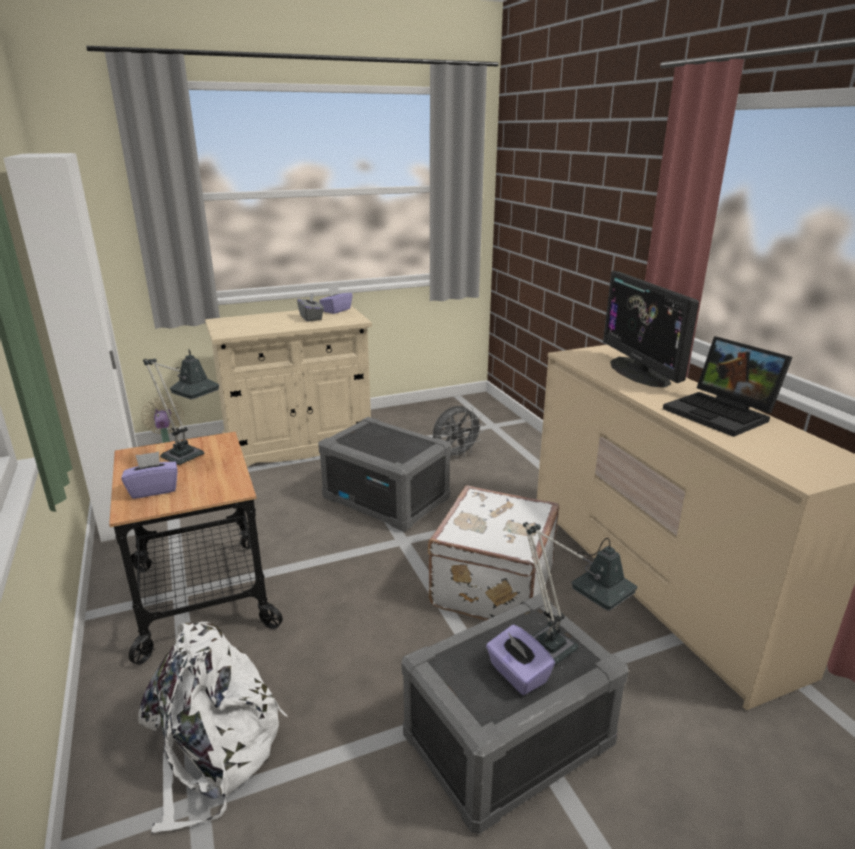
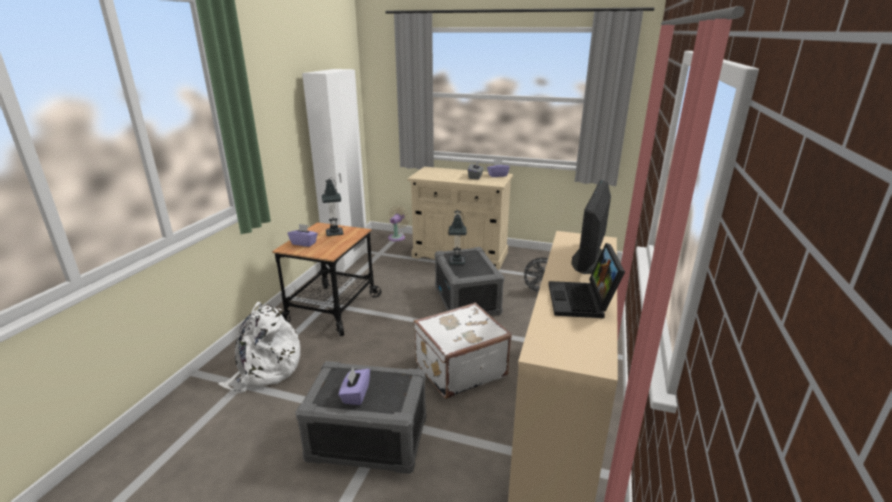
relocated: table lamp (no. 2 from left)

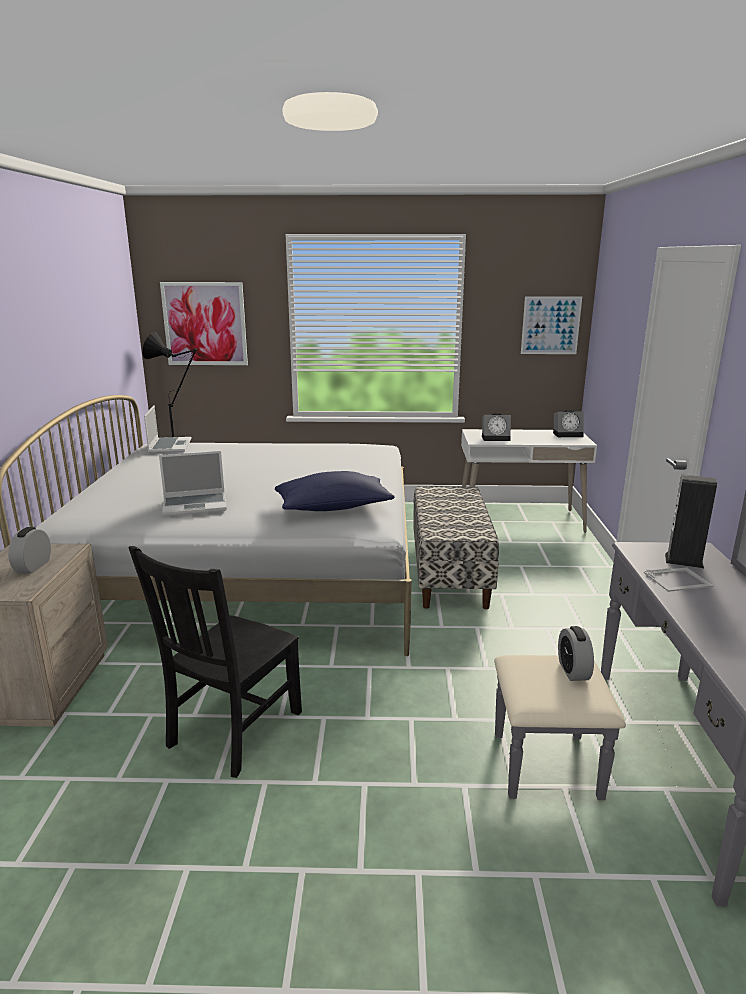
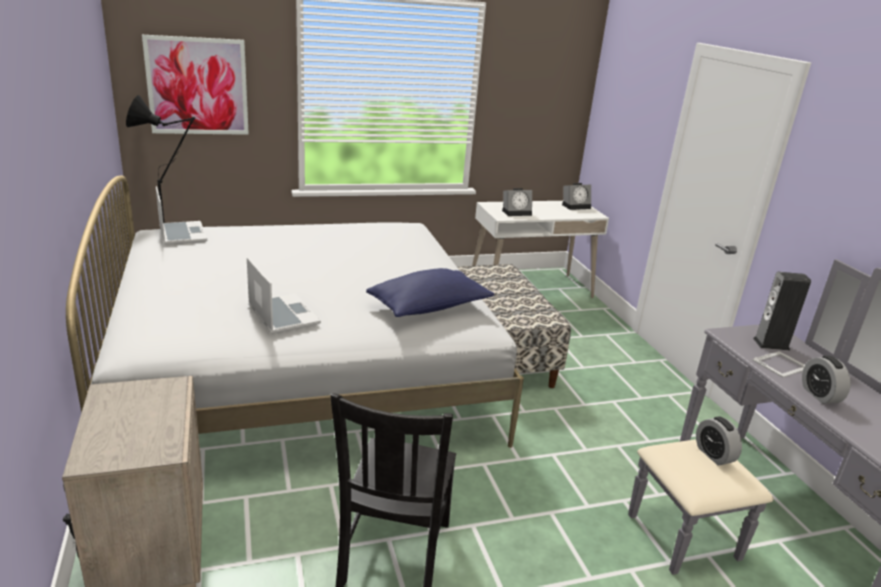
missing: wall picture (no. 2 from left)
relocated: bedside clock (no. 1 from left in the first image) to bedside clock (no. 4 from left)
spun: portable computer (no. 2 from left) 90 degrees counterclockwise

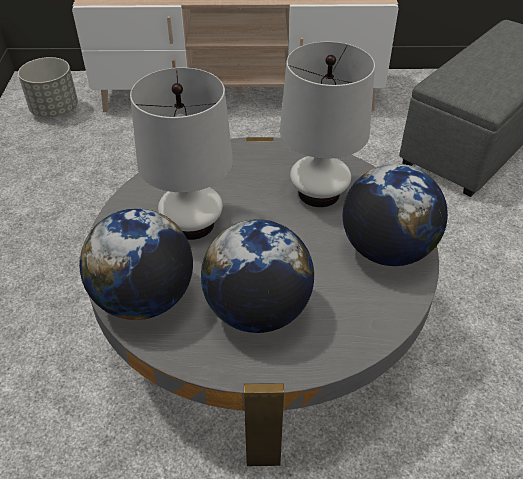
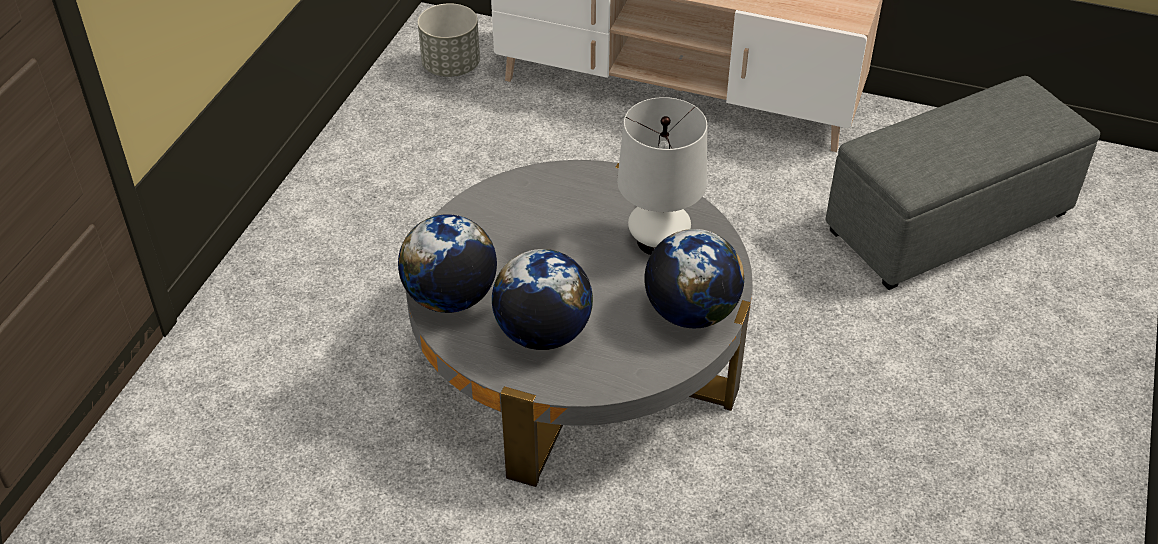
missing: whitish table lamp (no. 1 from left)

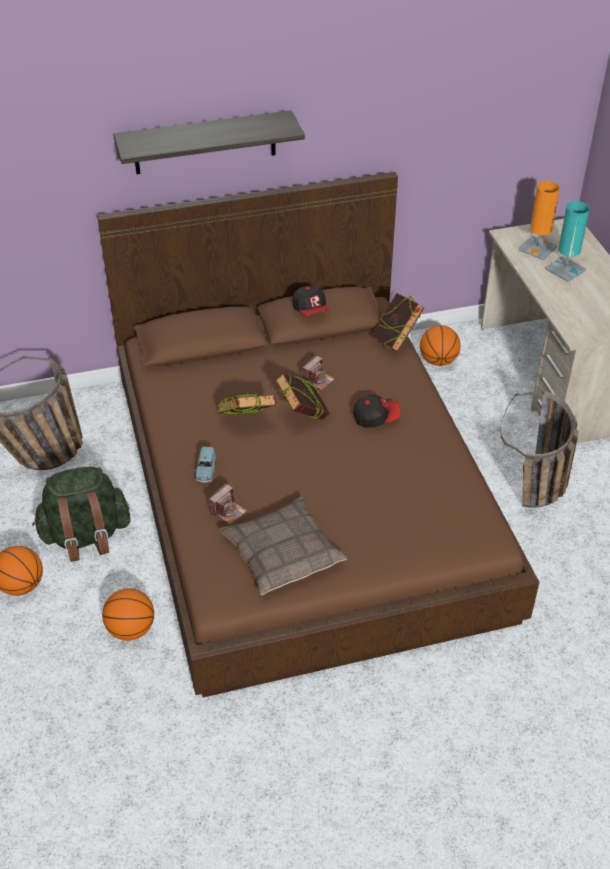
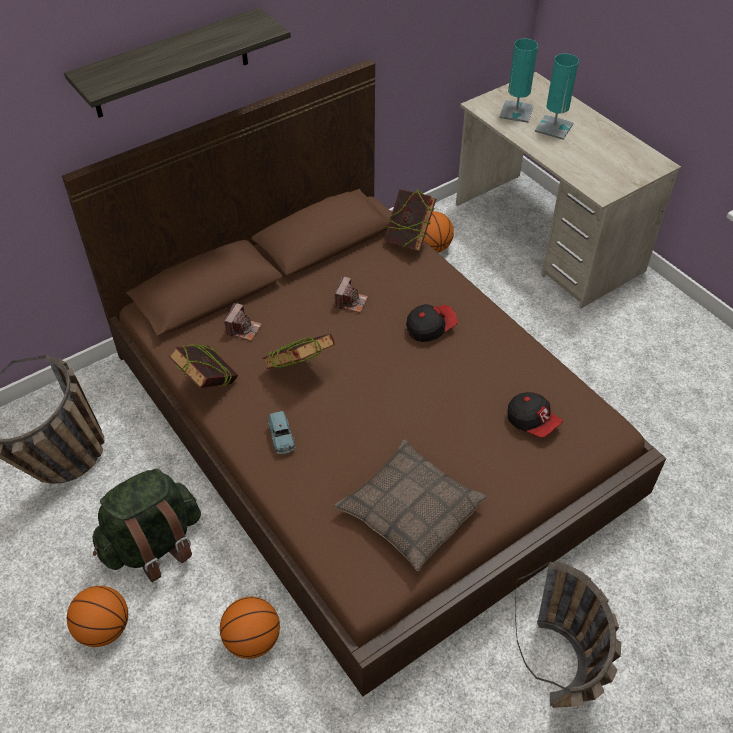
relocated: cap (no. 1 from left in the first image) to cap (no. 2 from left); volume (no. 2 from left in the first image) to volume (no. 1 from left); storage basket (no. 2 from left); still camera (no. 1 from left)
colour: orange-coloured table lamp to turquoise-coloured table lamp (no. 1 from left)

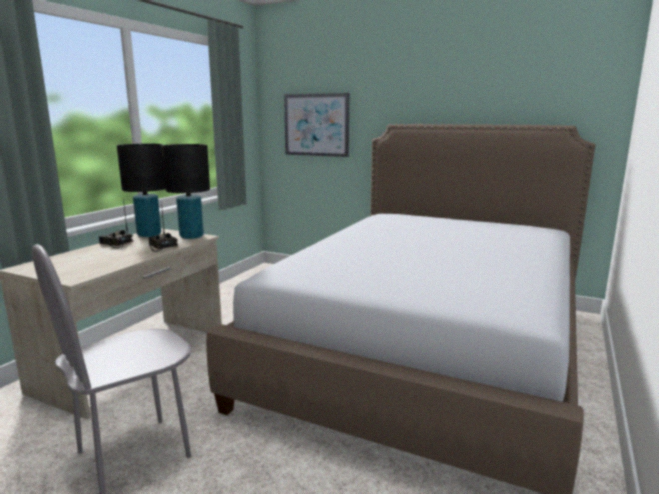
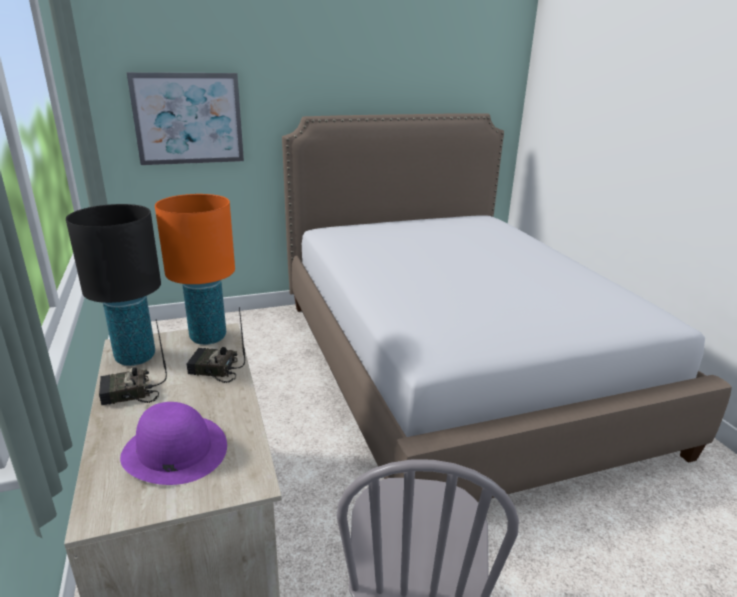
appeared: purple-coloured hat
colour: black-coloured table lamp (no. 2 from left) to orange-coloured table lamp

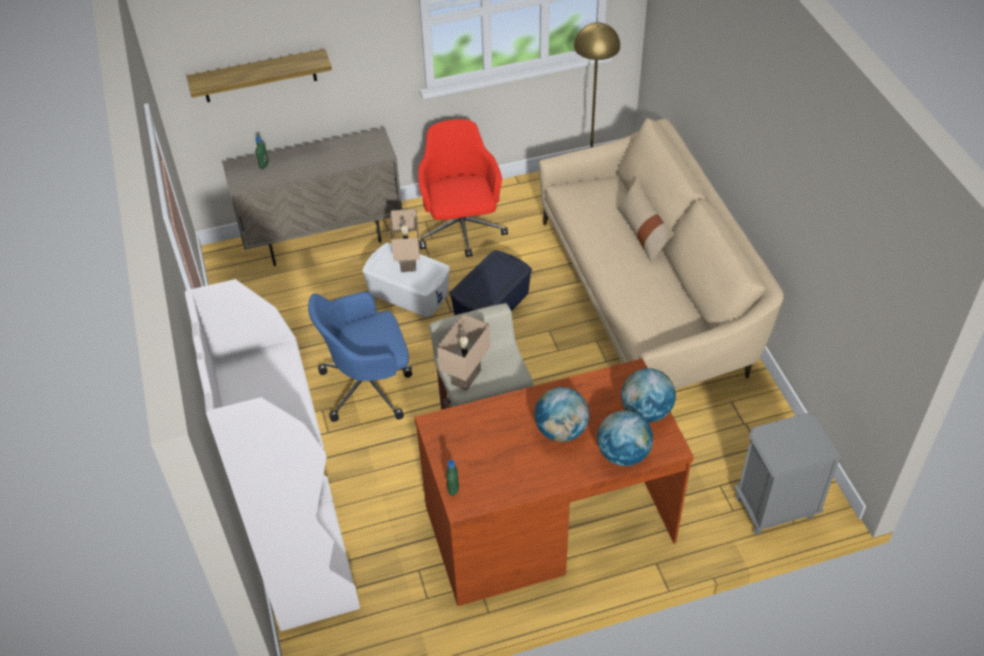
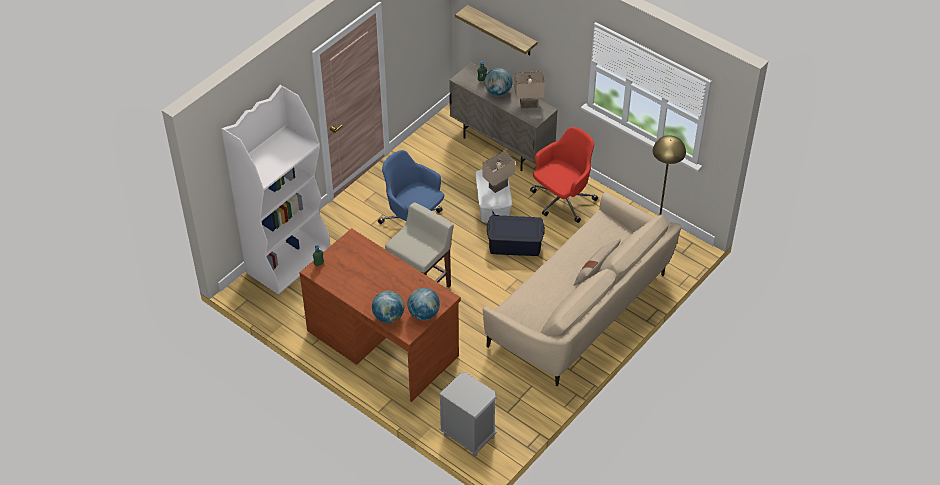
relocated: beige table lamp (no. 2 from left); desk globe (no. 1 from left in the first image) to desk globe (no. 3 from left)

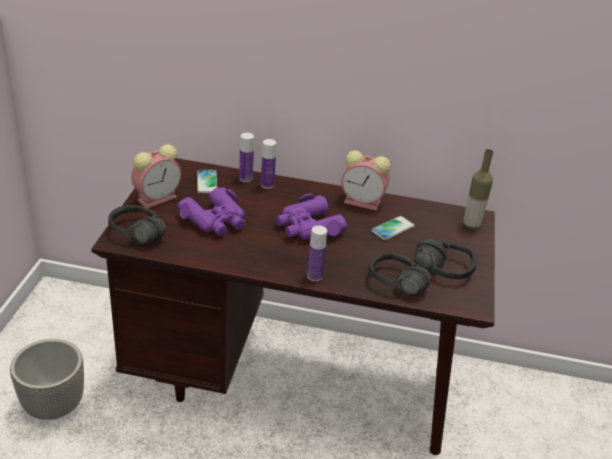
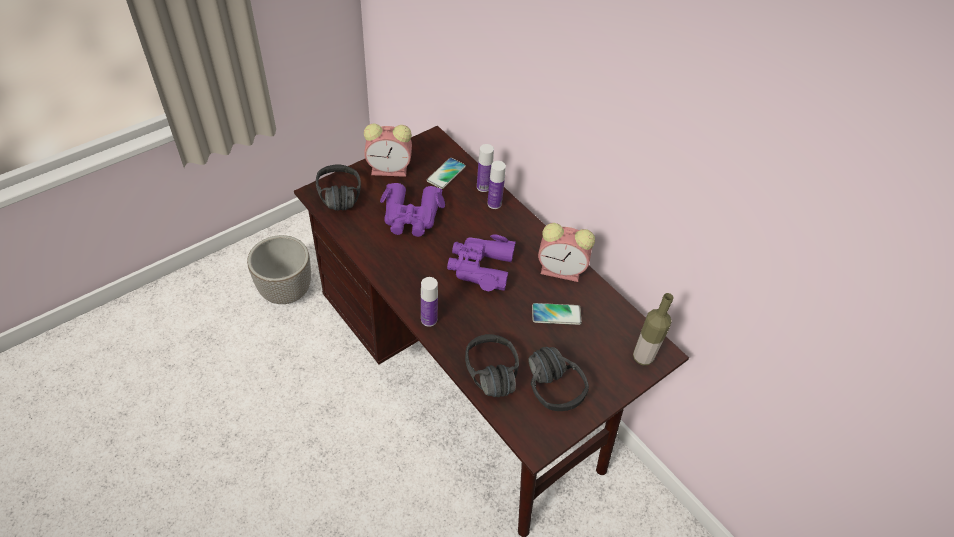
spun: bedside clock (no. 2 from left) 45 degrees counterclockwise

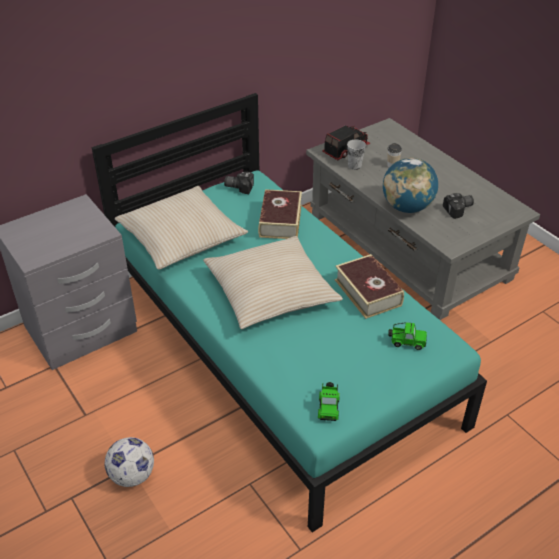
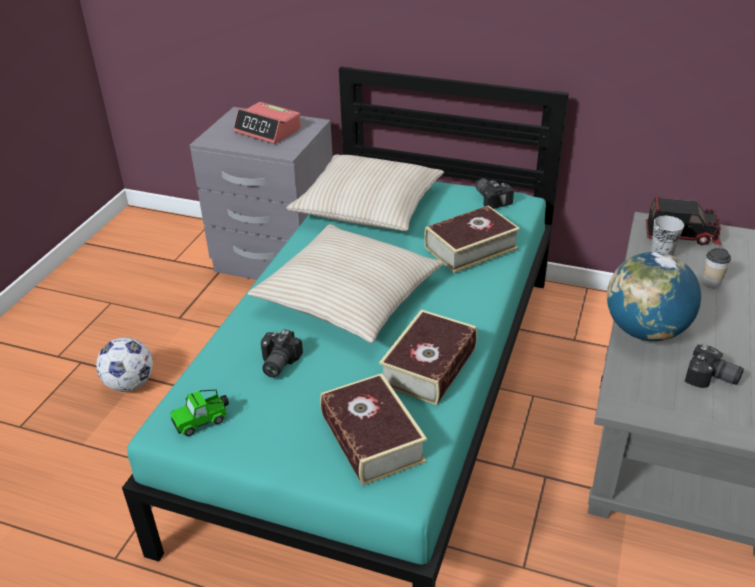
appeared: bedside clock; still camera (no. 1 from left)
exchanged: toy car (no. 2 from left) to volume (no. 1 from left)

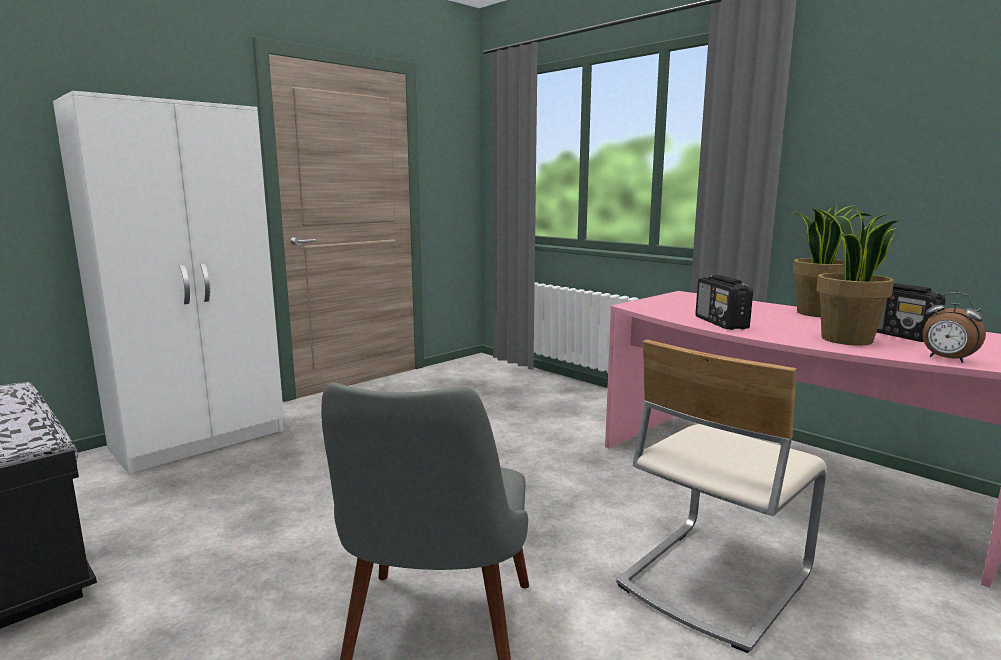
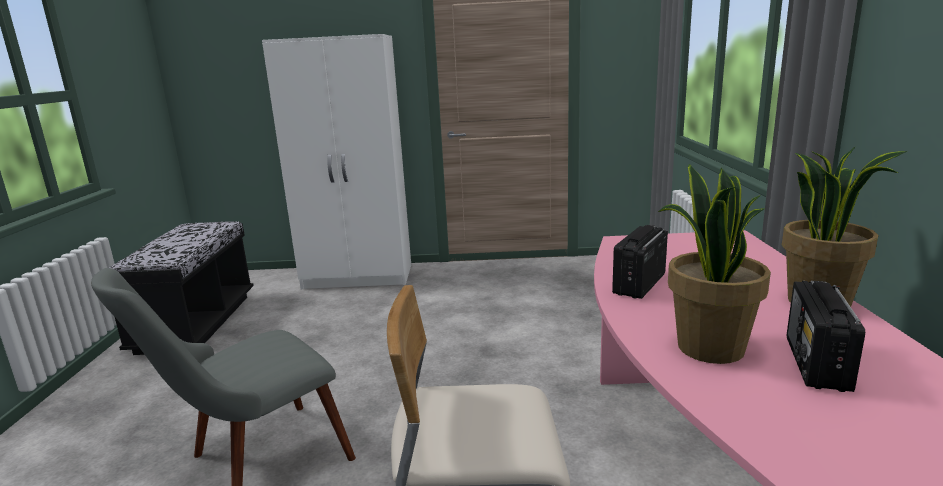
missing: bedside clock

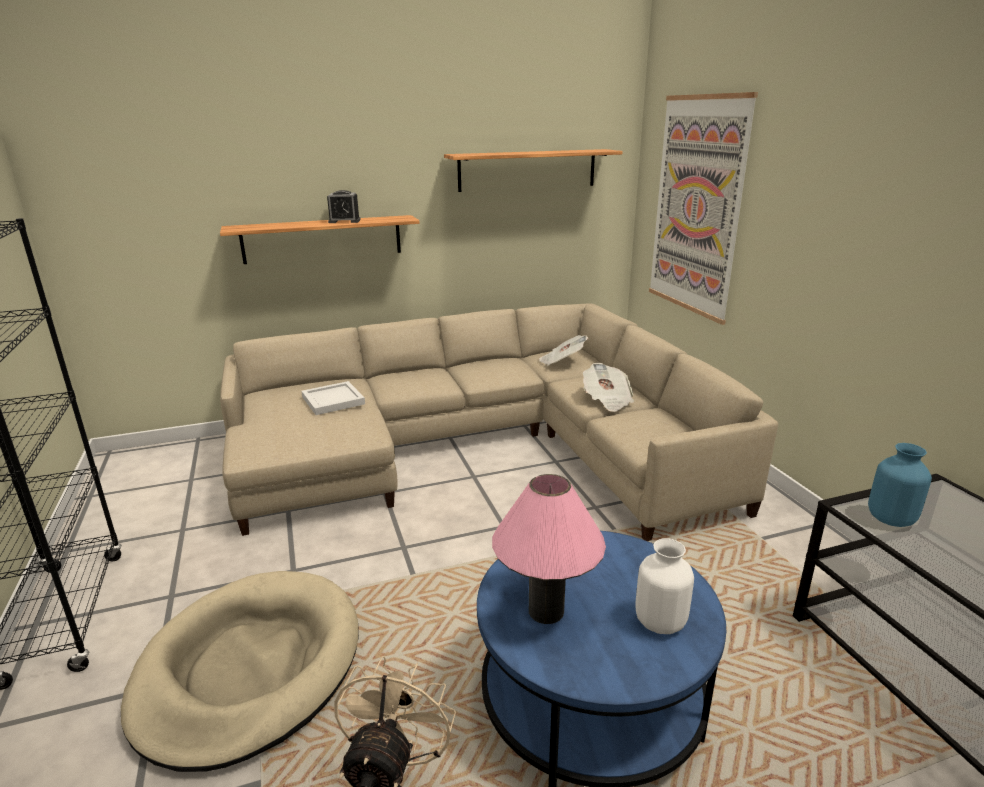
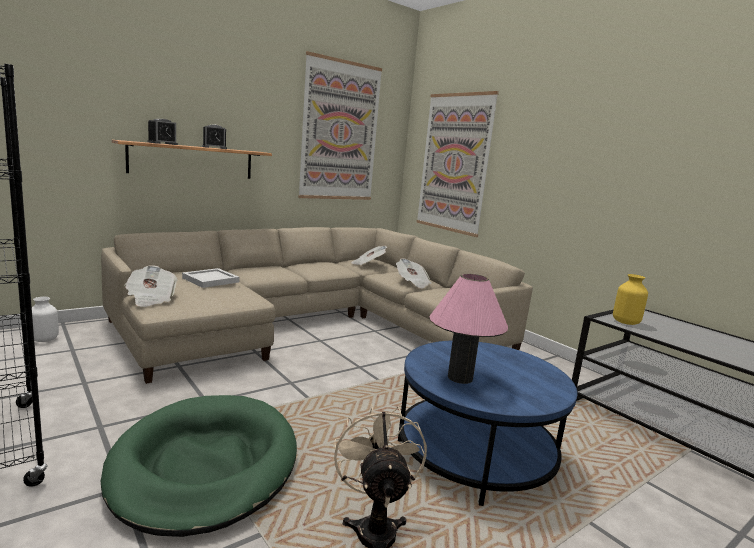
appeared: bedside clock (no. 1 from left); printed paper (no. 1 from left)
relocated: whitish decorative vase
exchanged: shelf (no. 2 from left) to wall picture (no. 1 from left)
colour: blue-coloured decorative vase to yellow decorative vase; beige pet bed to greenish pet bed

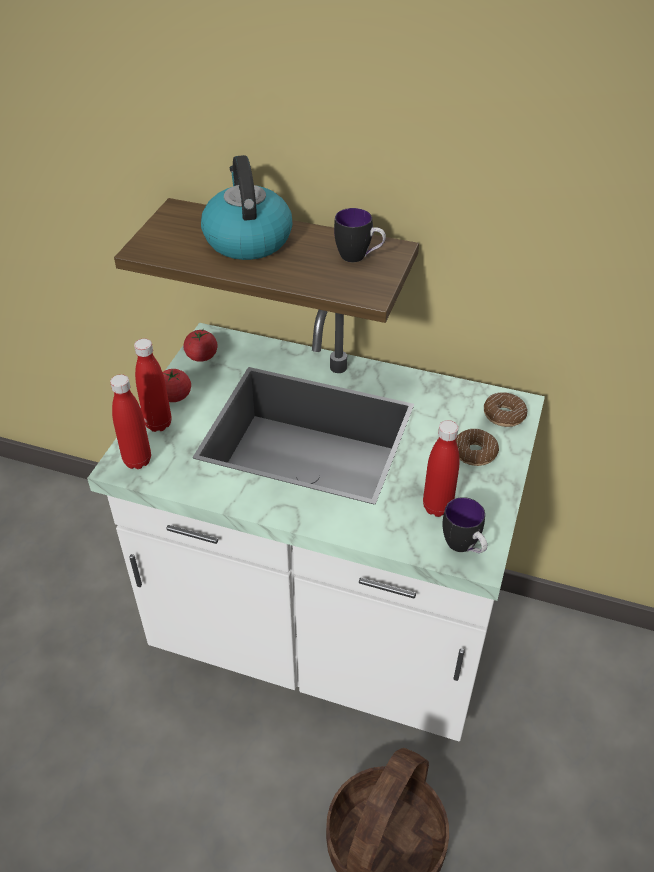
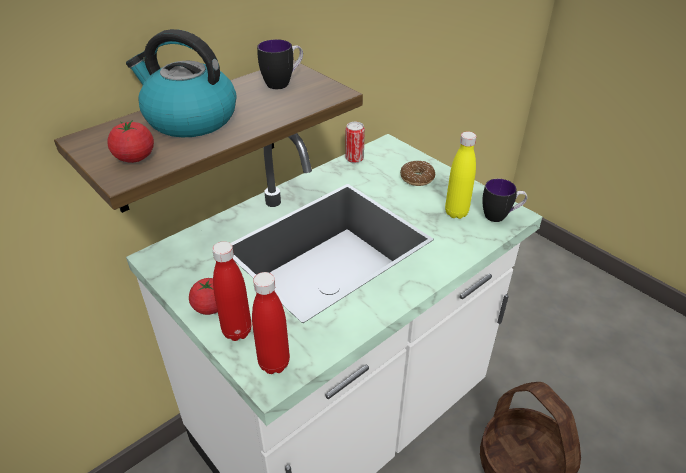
missing: doughnut (no. 2 from left)
appeared: sealed can
relocated: whole tomato (no. 2 from left in the first image) to whole tomato (no. 1 from left)
colour: red-coloured bottle (no. 3 from left) to yellow bottle

